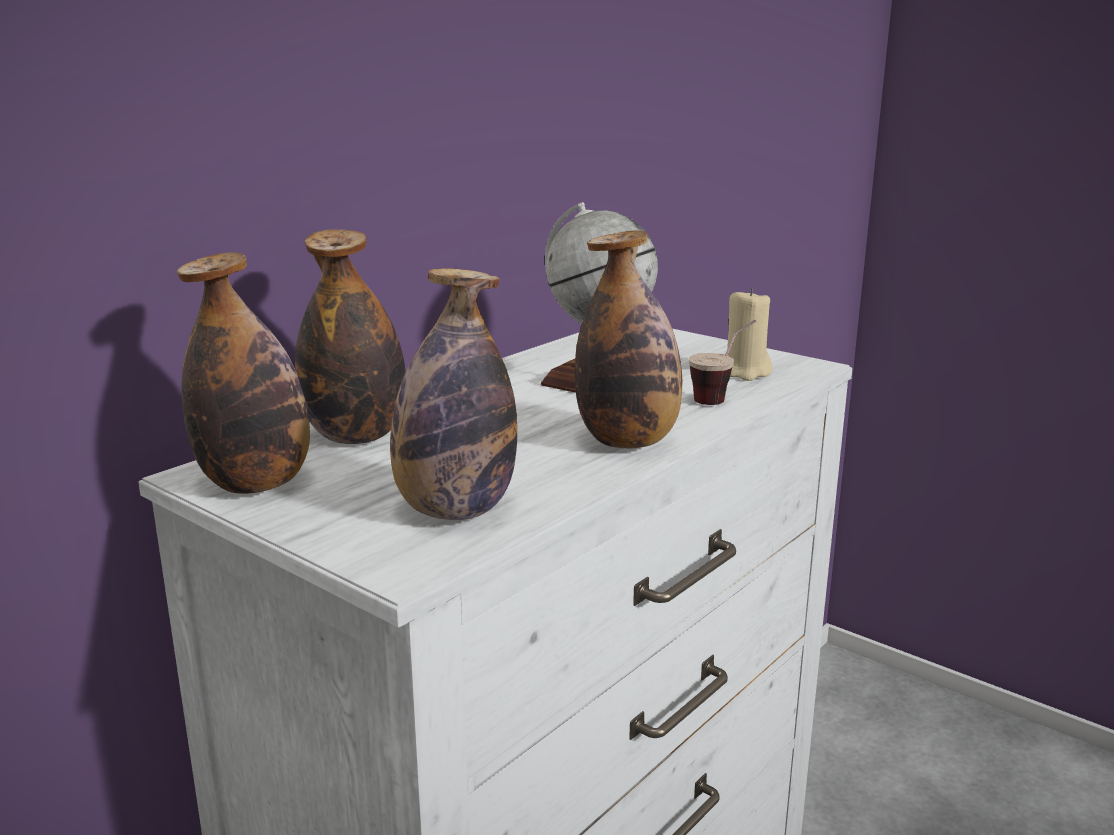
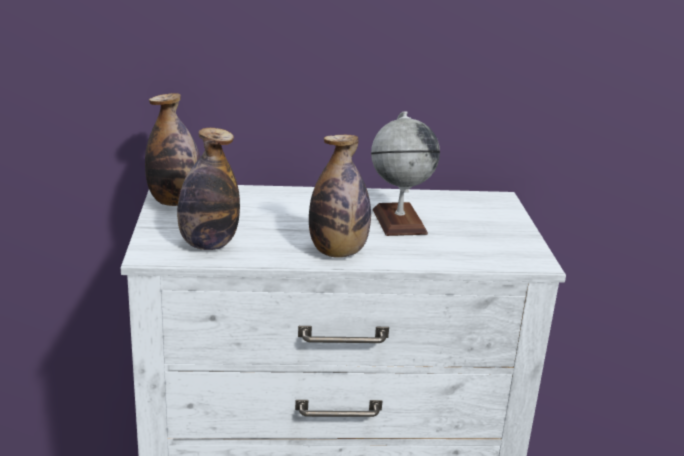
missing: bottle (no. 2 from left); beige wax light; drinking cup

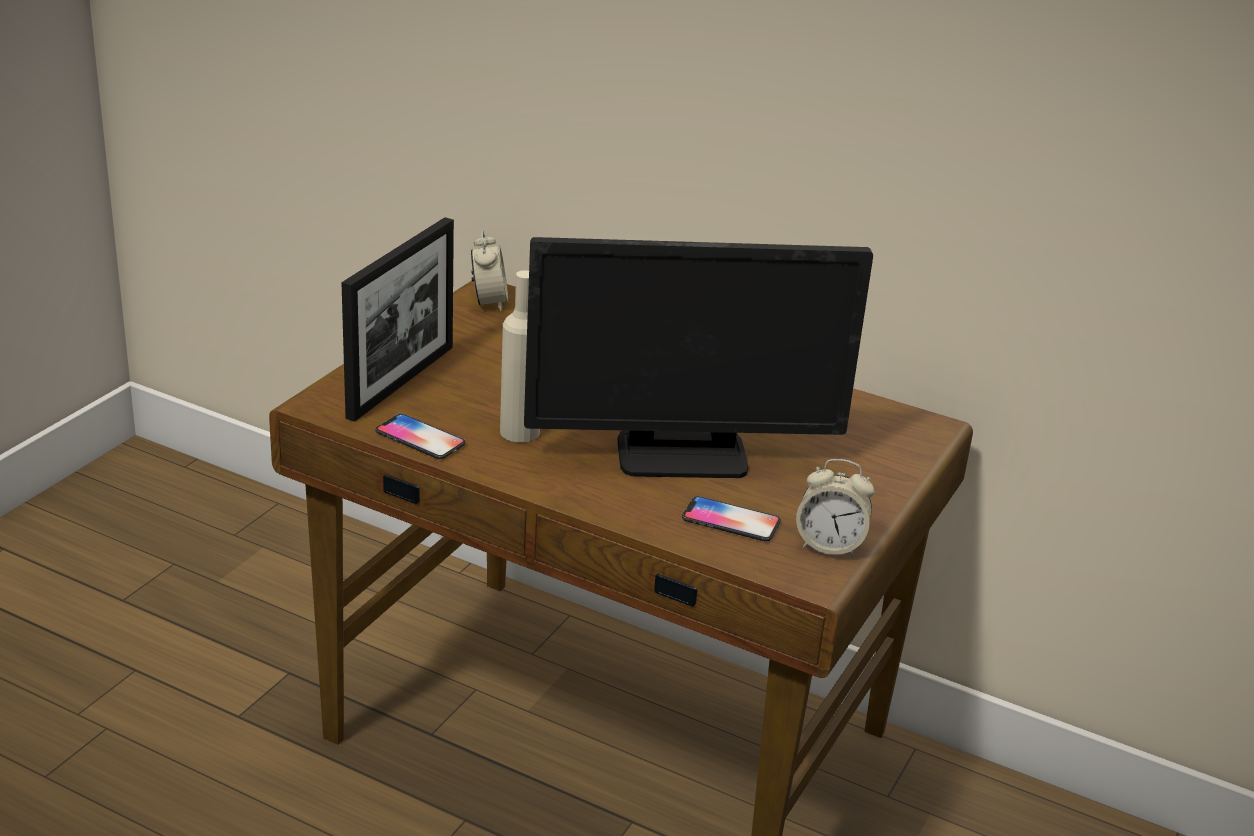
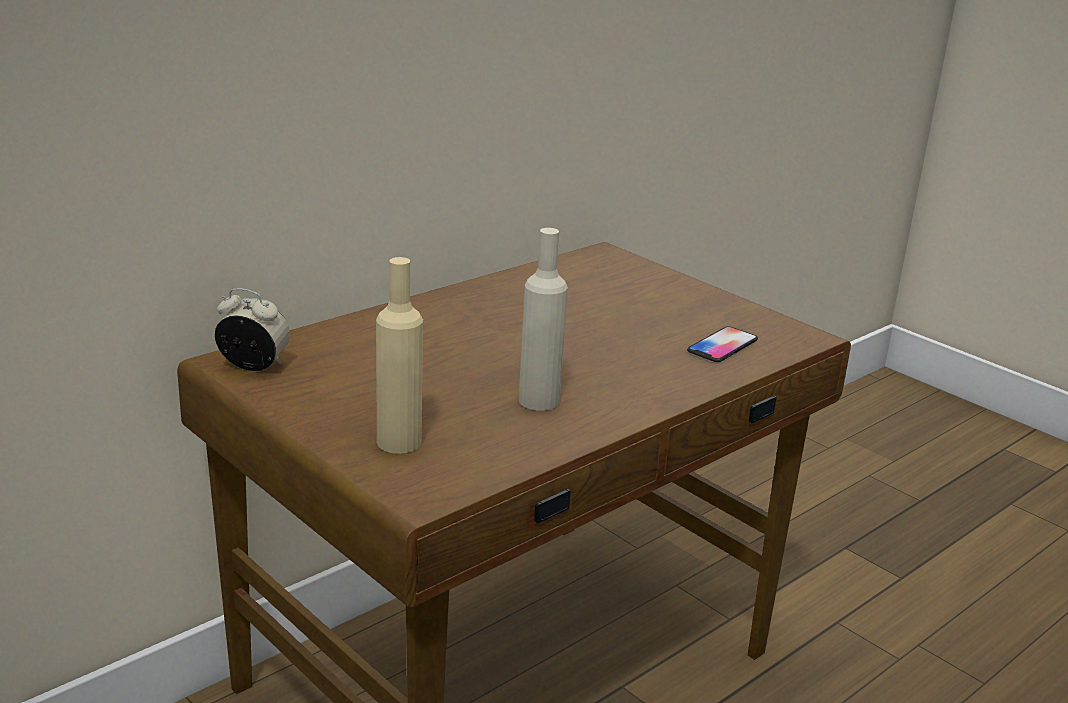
missing: computer display; phone (no. 1 from left); bedside clock (no. 2 from left)
exchanged: picture frame to beige bottle (no. 1 from left)

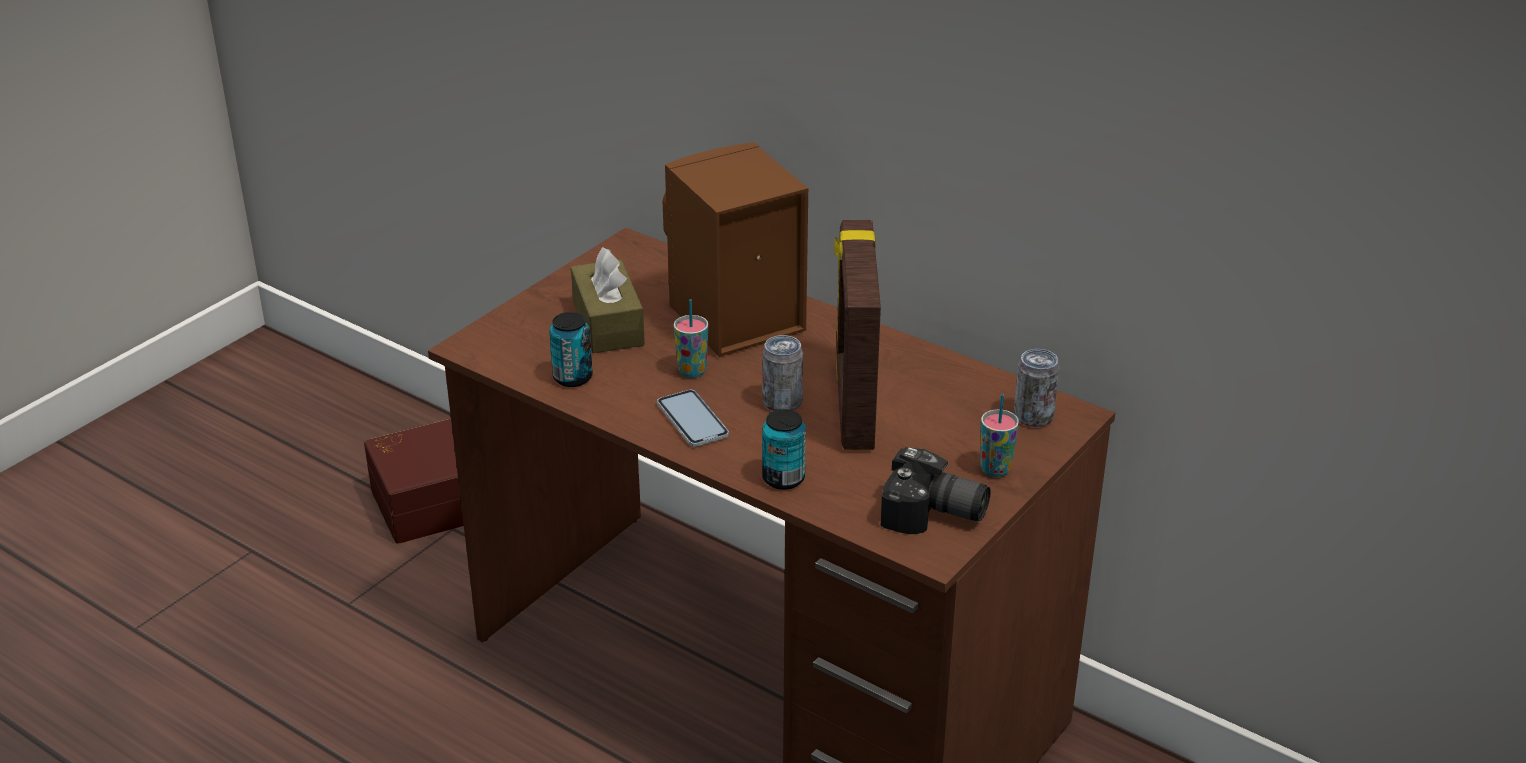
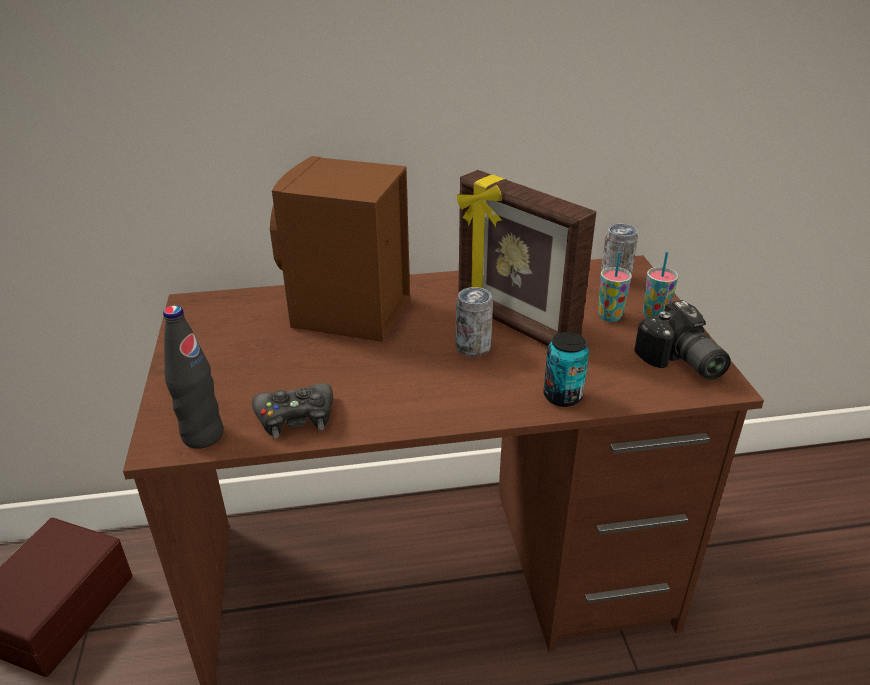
missing: brown-coloured tissue box; phone
appeared: black-coloured bottle
relocated: drinking cup (no. 1 from left)
exchanged: sealed can (no. 1 from left) to black-coloured game controller
spun: still camera 90 degrees clockwise

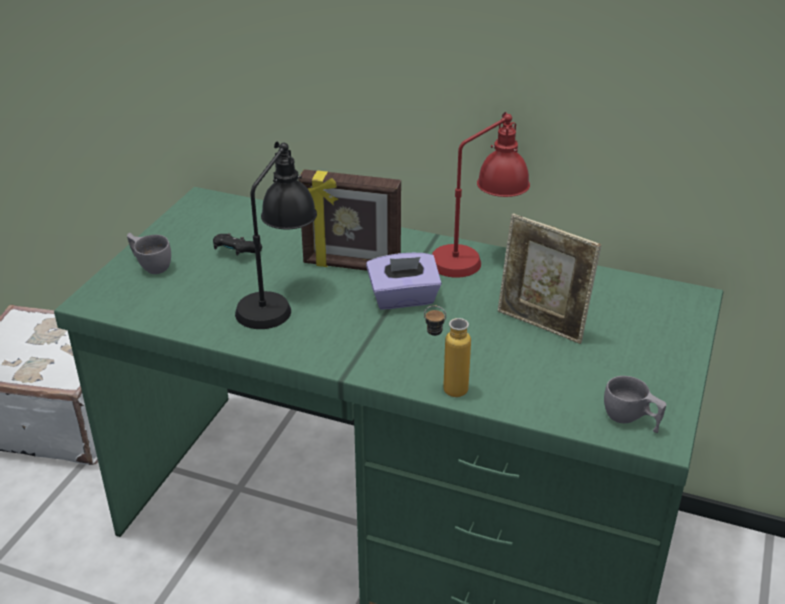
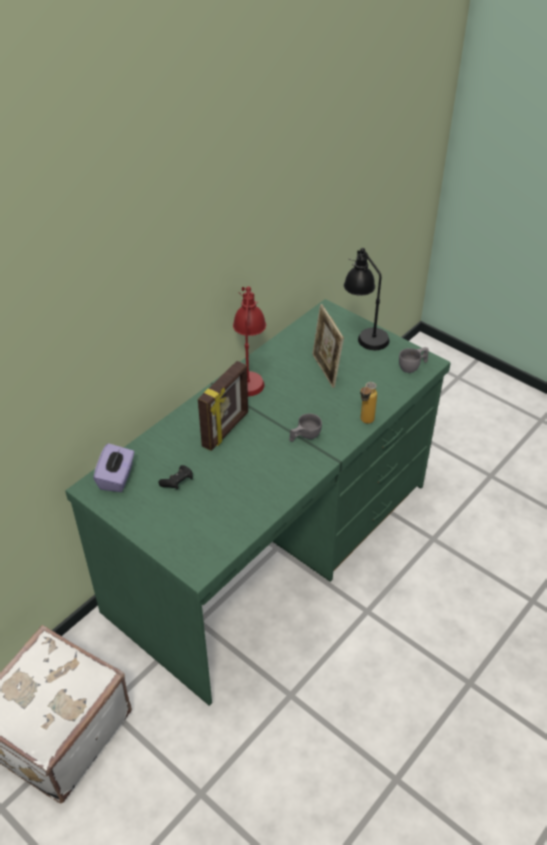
relocated: black-coloured table lamp; grey drinking cup (no. 1 from left); purple-coloured tissue box
spun: picture frame (no. 2 from left) 105 degrees clockwise

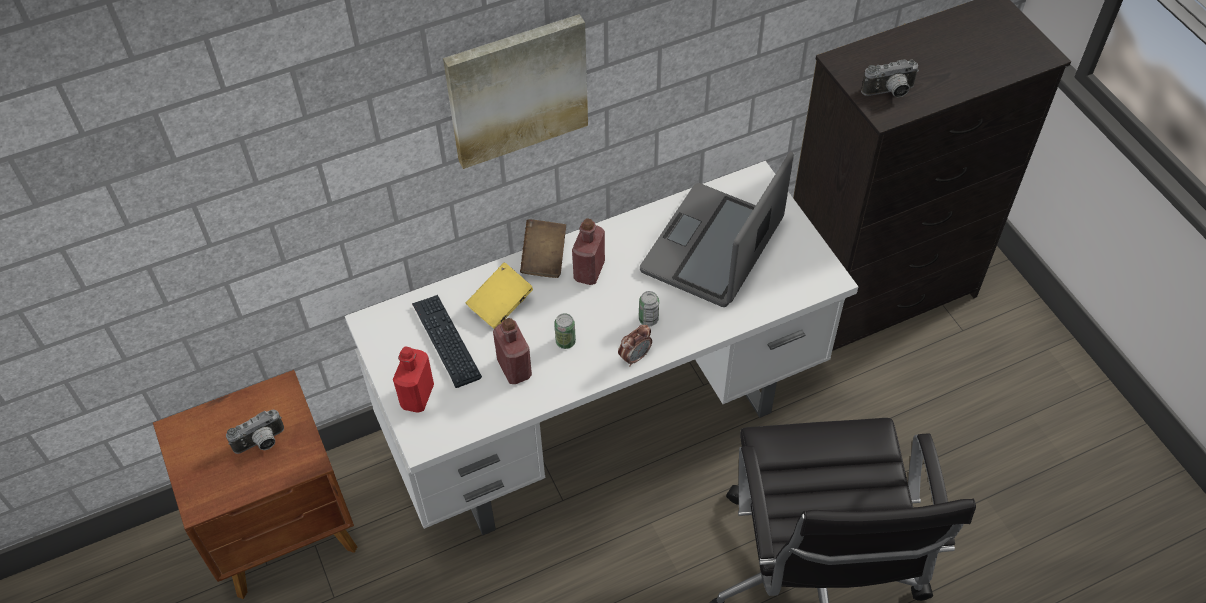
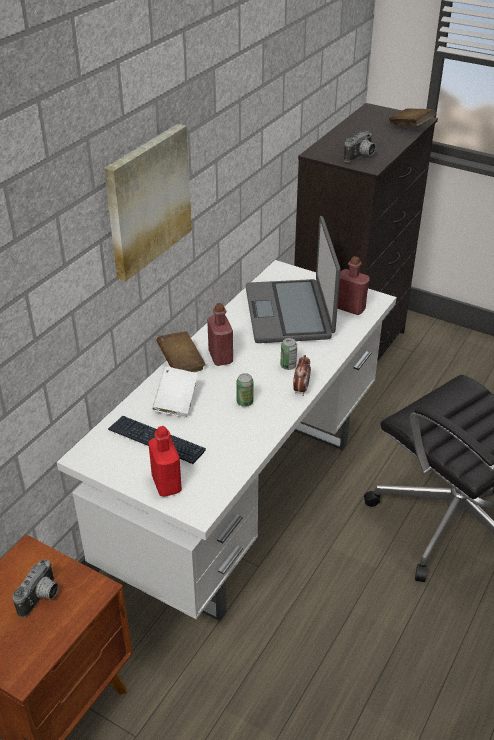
appeared: brown-coloured volume (no. 2 from left)
relocated: red-coloured bottle (no. 2 from left in the first image) to red-coloured bottle (no. 3 from left)
colour: yellow volume to whitish volume

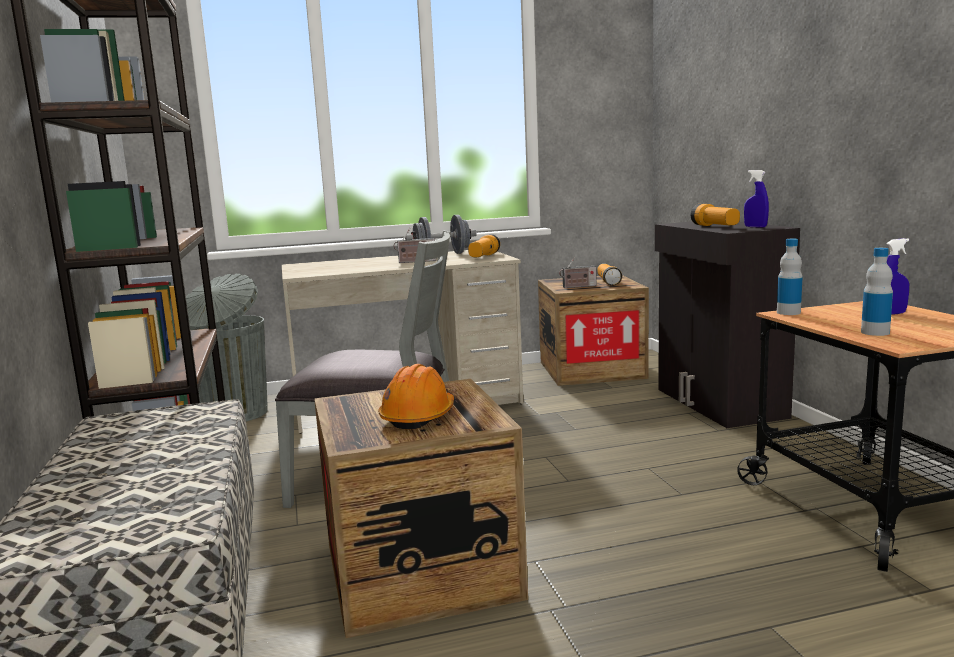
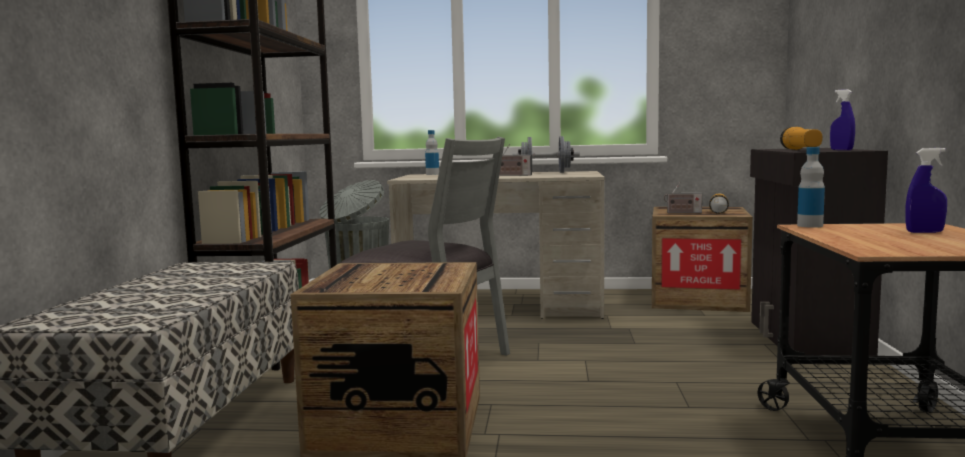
missing: hand torch (no. 1 from left); orange-coloured safety helmet
relocated: bottle (no. 2 from left in the first image) to bottle (no. 1 from left)

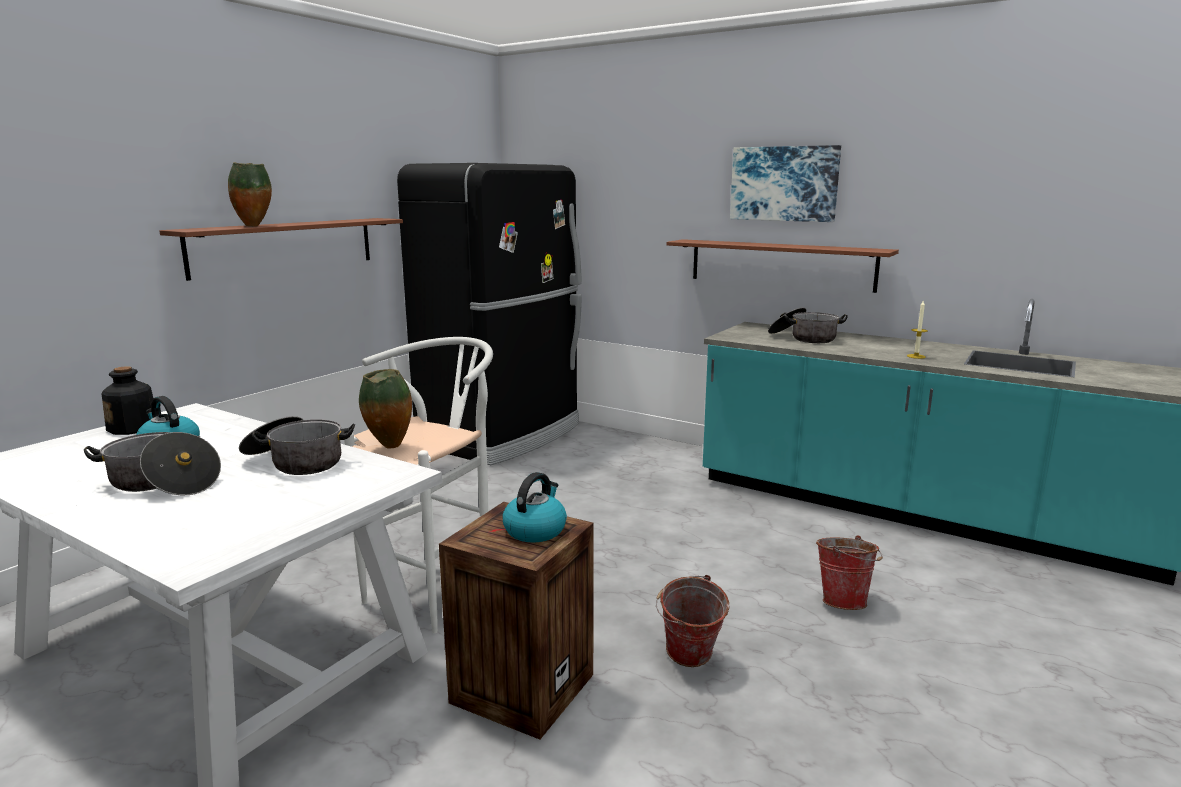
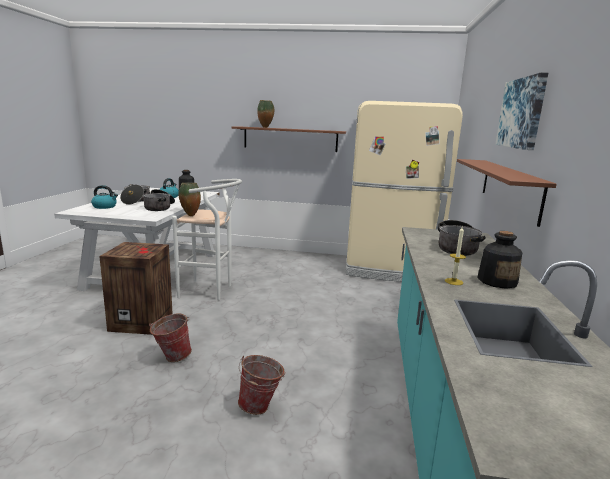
appeared: bottle (no. 2 from left)
relocated: water kettle (no. 2 from left in the first image) to water kettle (no. 1 from left)
colour: black-coloured refrigerator to beige refrigerator

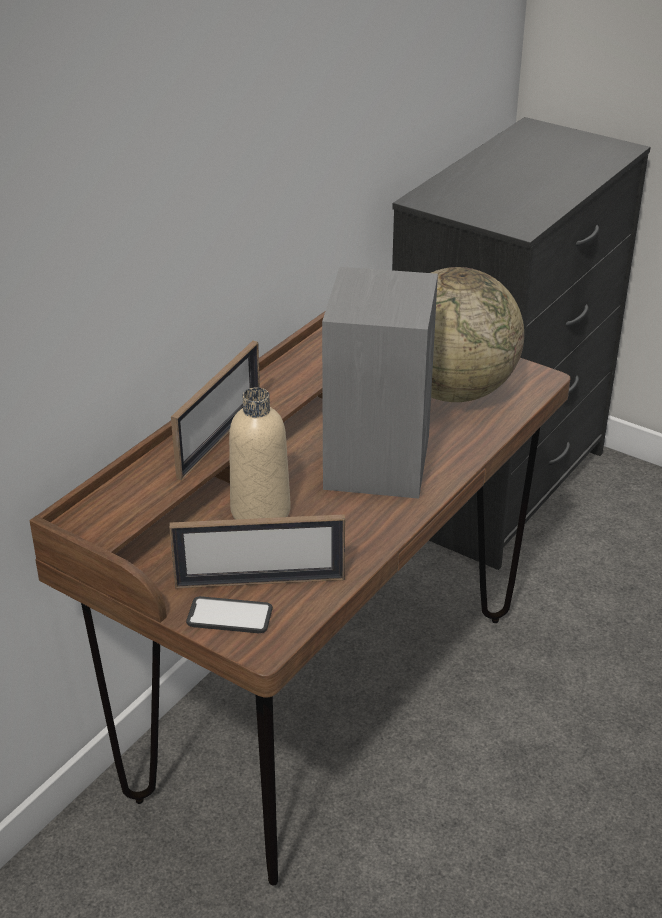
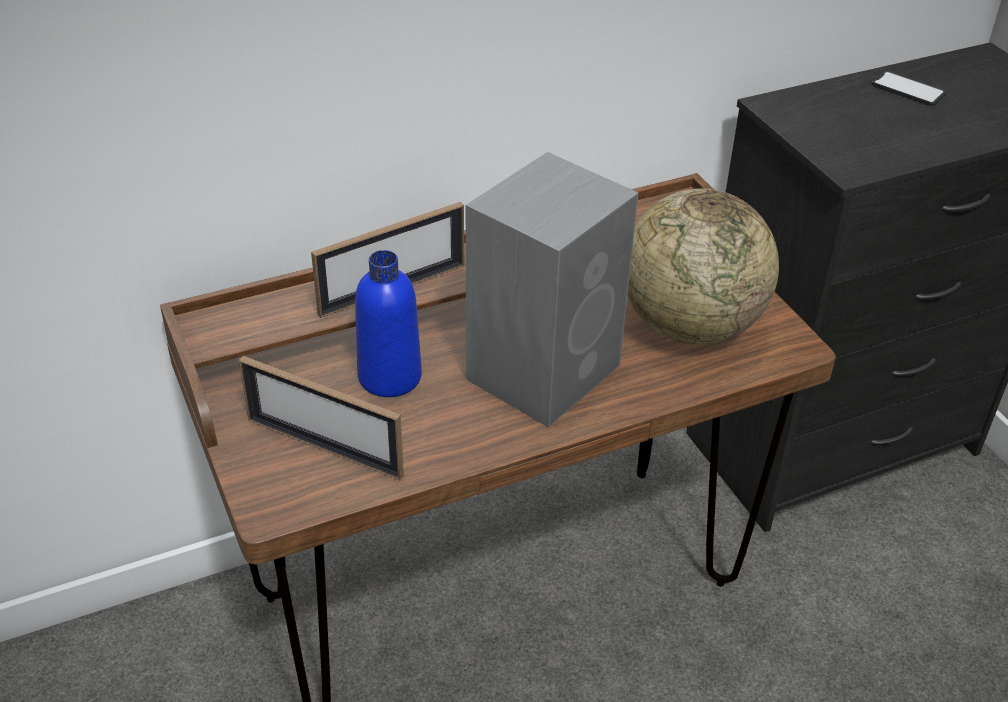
relocated: phone
colour: beige bottle to blue-coloured bottle

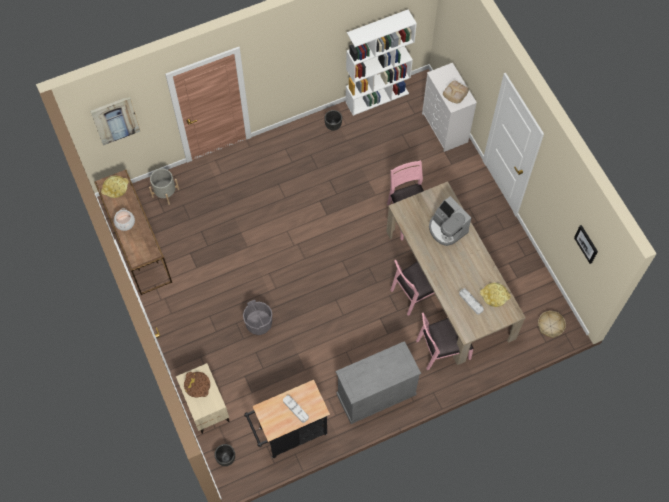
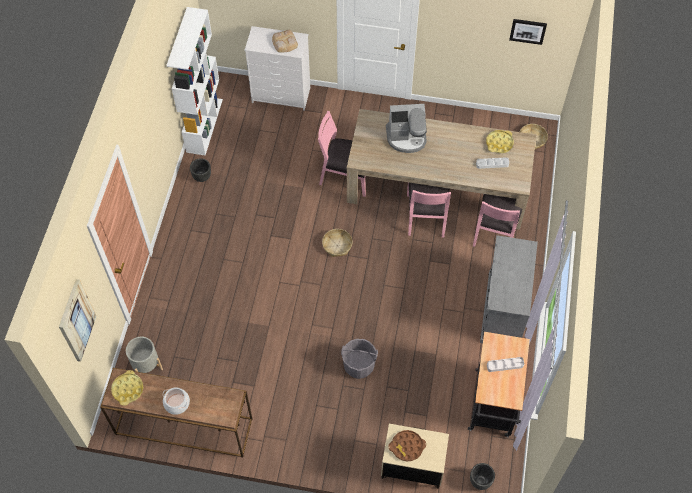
appeared: storage basket (no. 1 from left)

